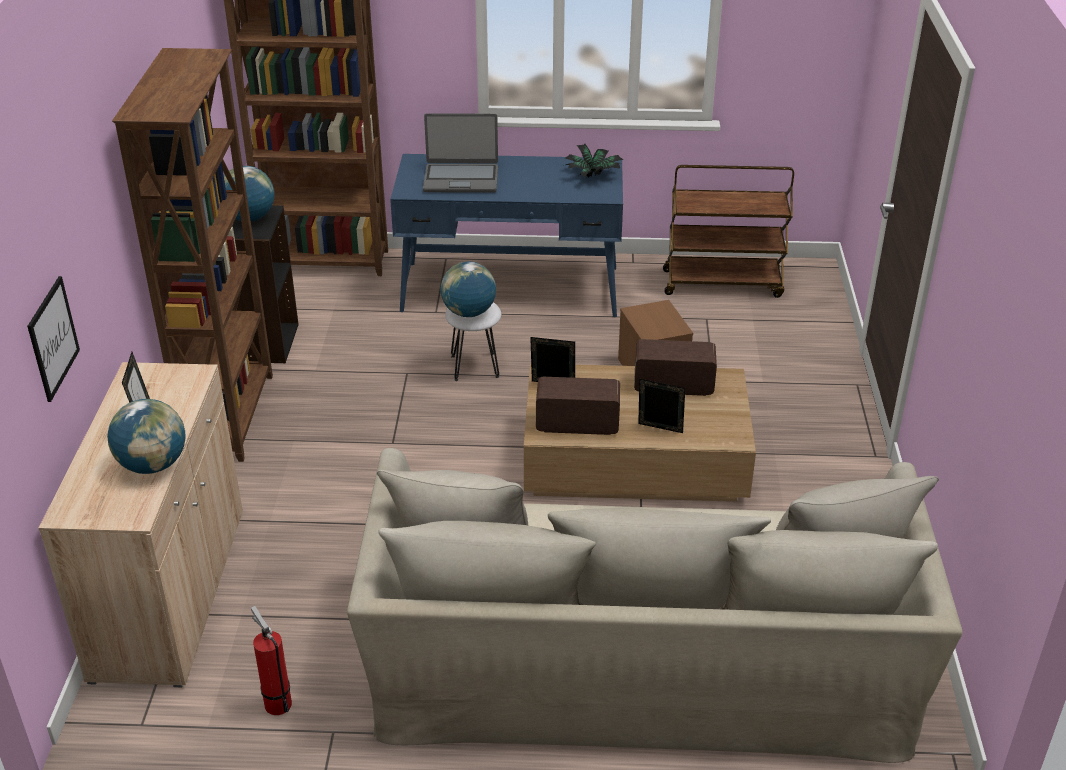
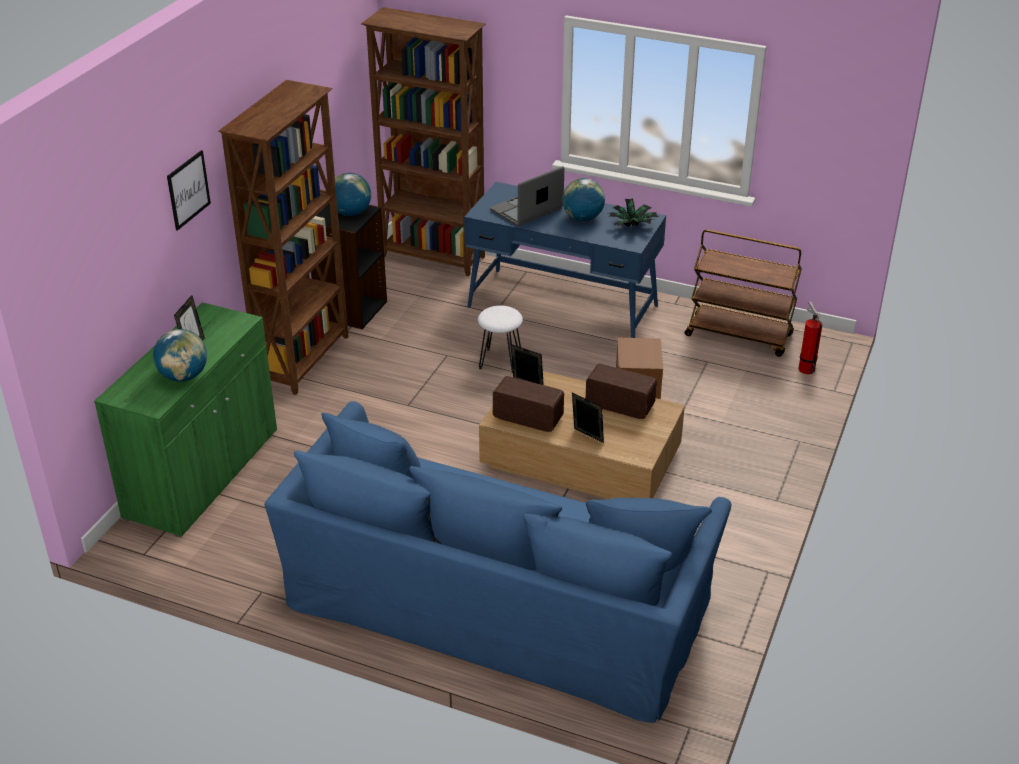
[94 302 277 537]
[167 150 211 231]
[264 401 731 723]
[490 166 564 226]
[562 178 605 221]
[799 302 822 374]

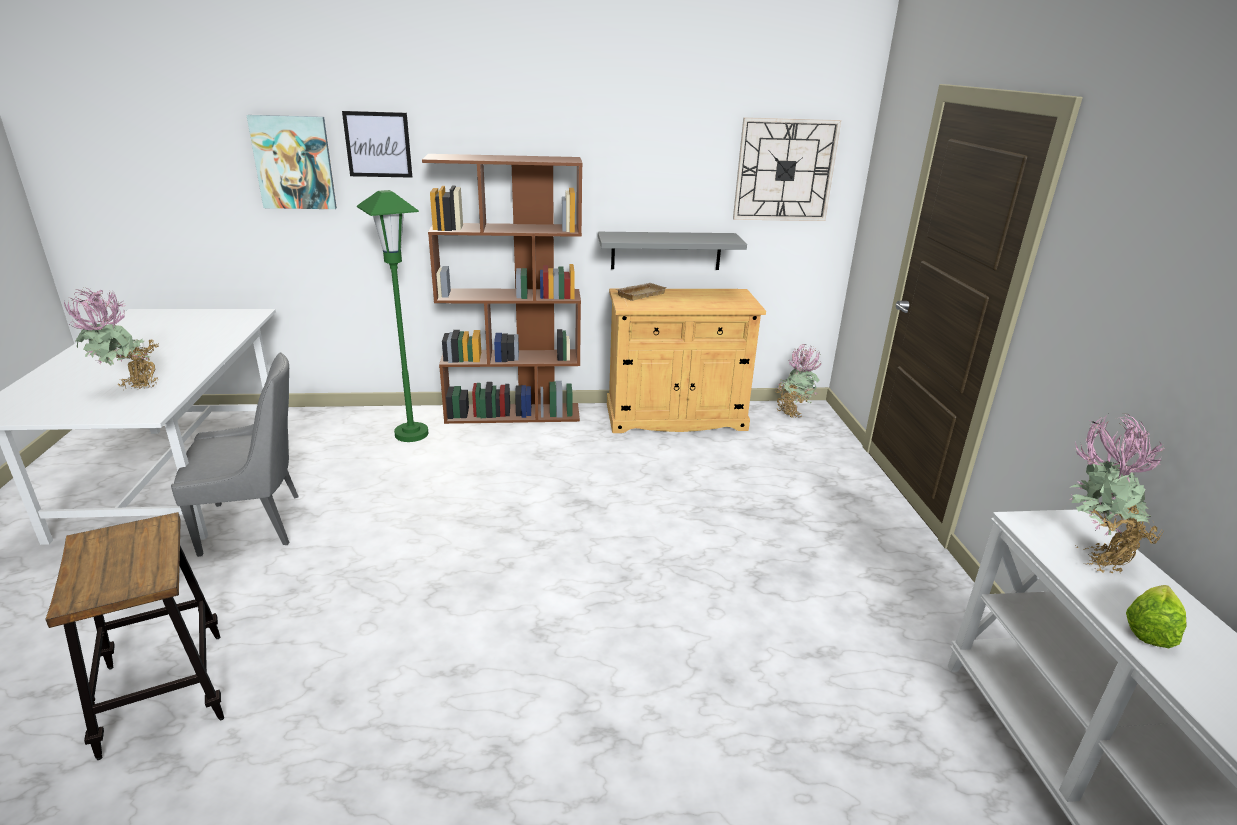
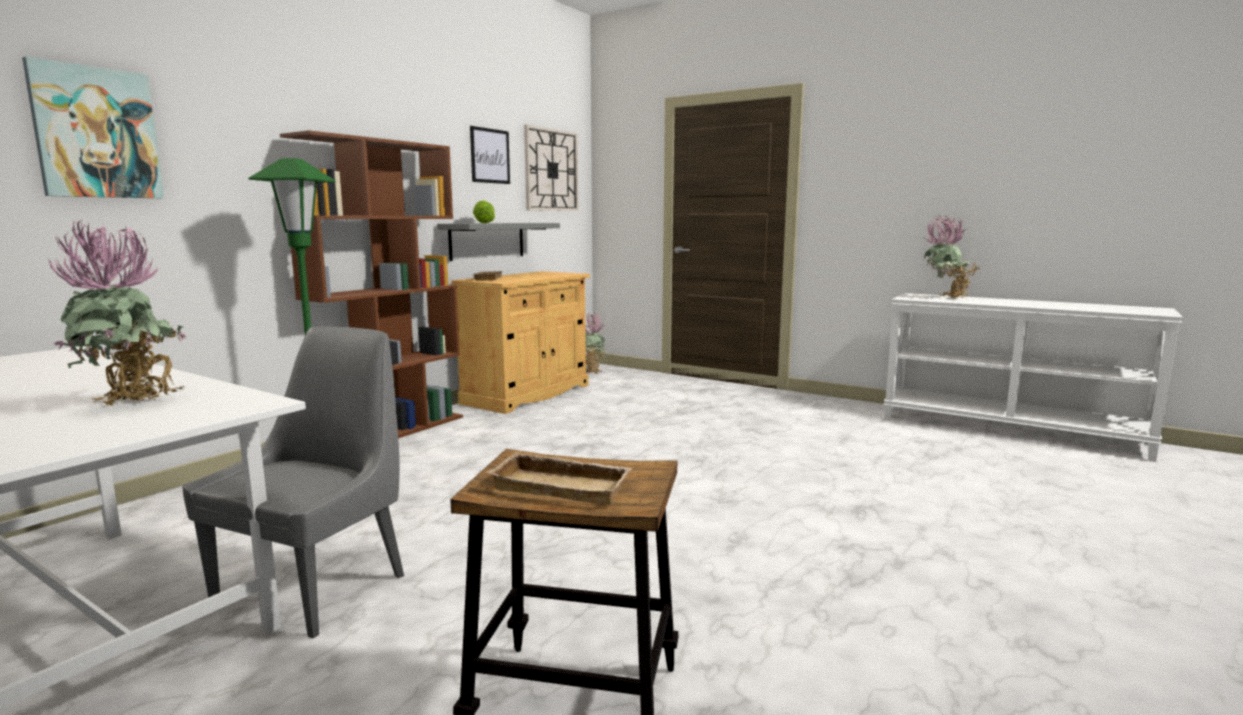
[470 126 510 184]
[473 200 495 223]
[486 452 633 505]

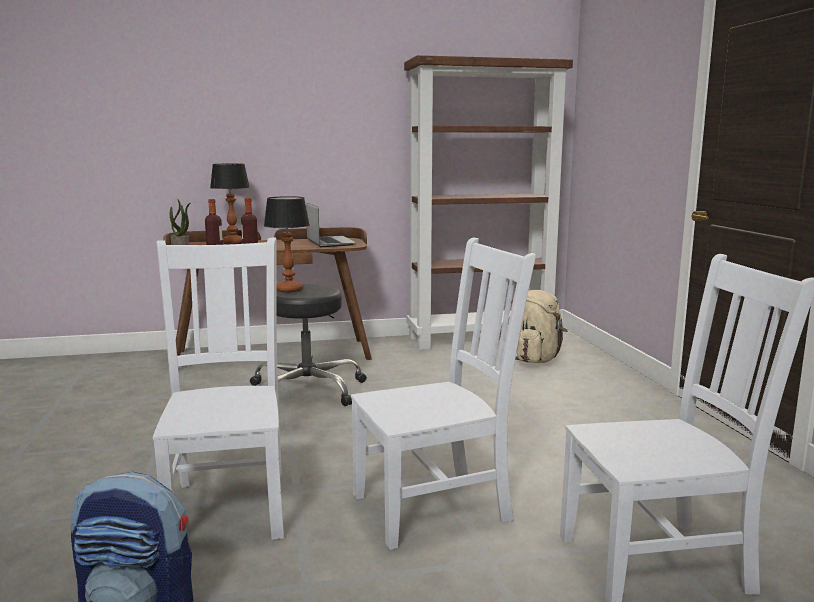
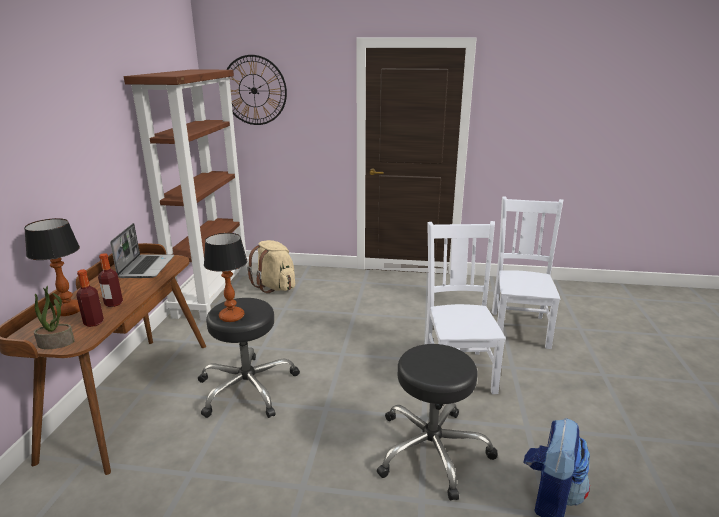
[110 223 174 278]
[226 55 287 125]
[377 344 498 500]

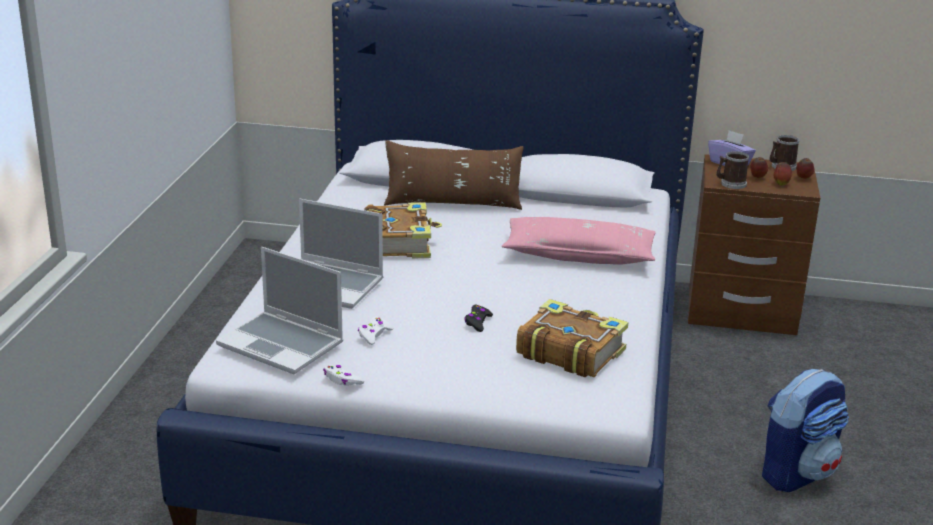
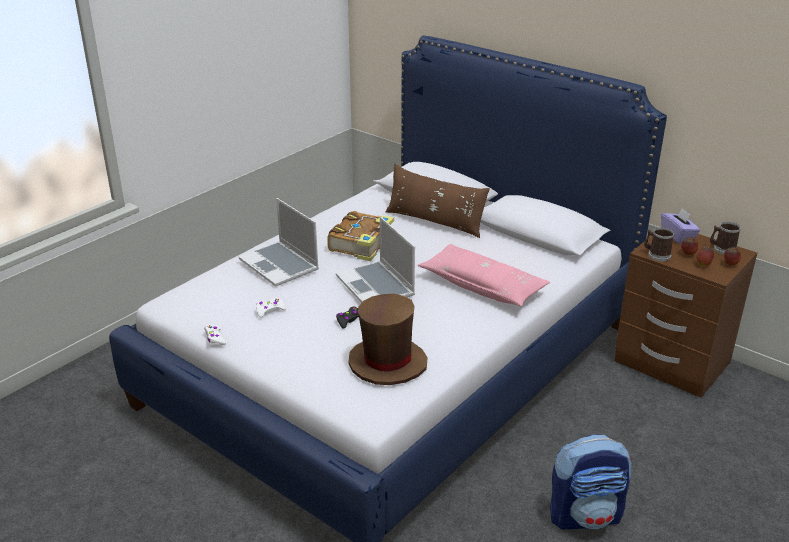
[336 217 415 303]
[349 294 427 385]

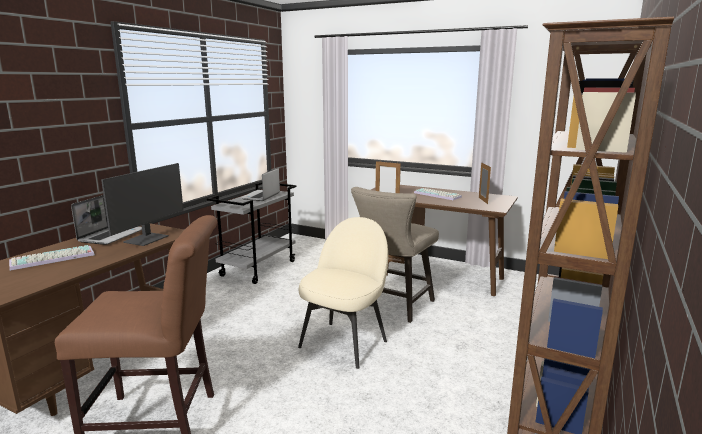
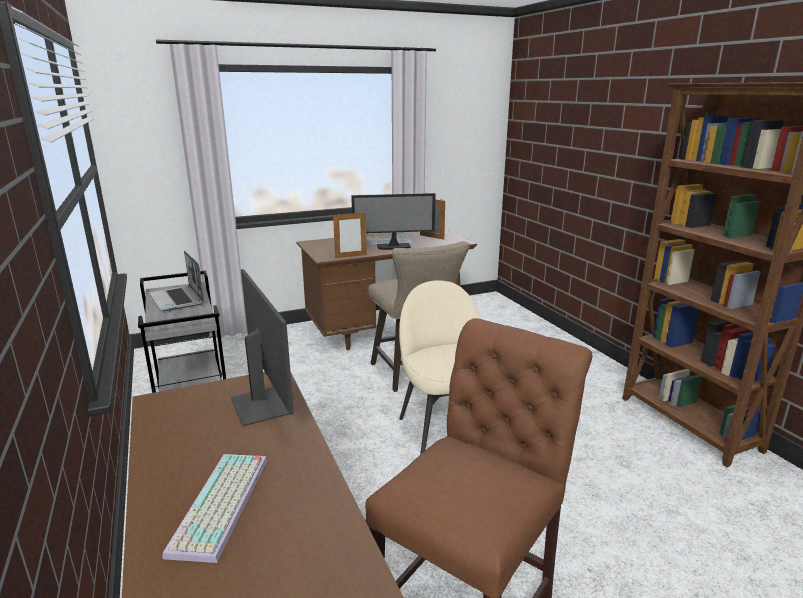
[351 193 436 250]
[71 195 142 245] (first image)

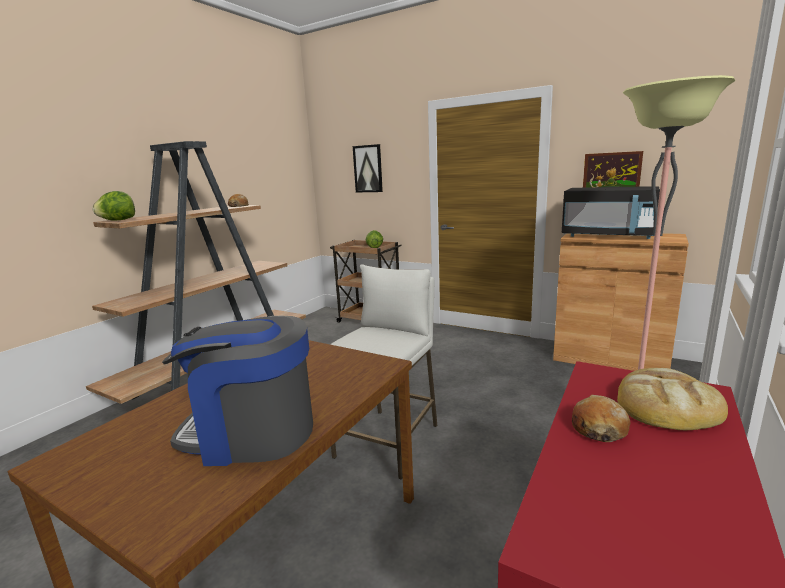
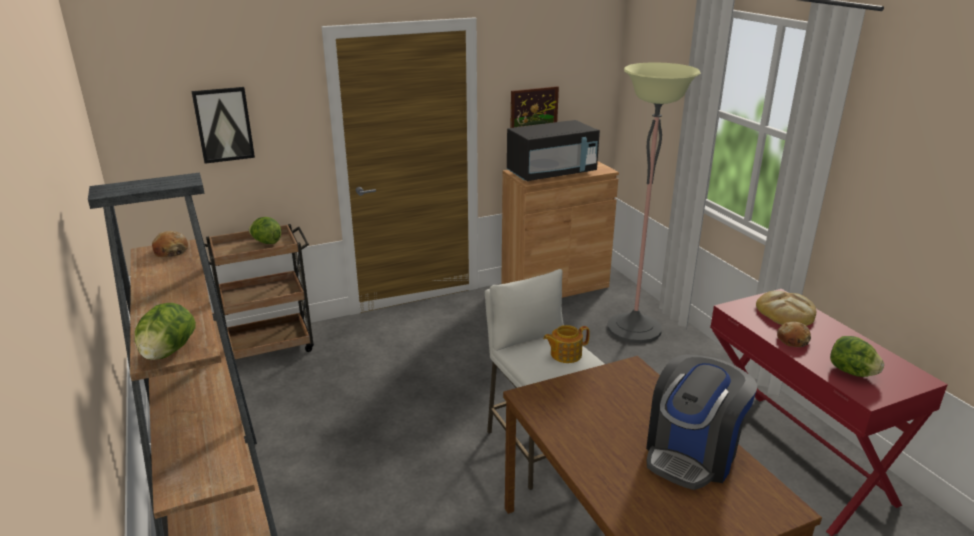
[543 325 590 363]
[830 336 884 377]

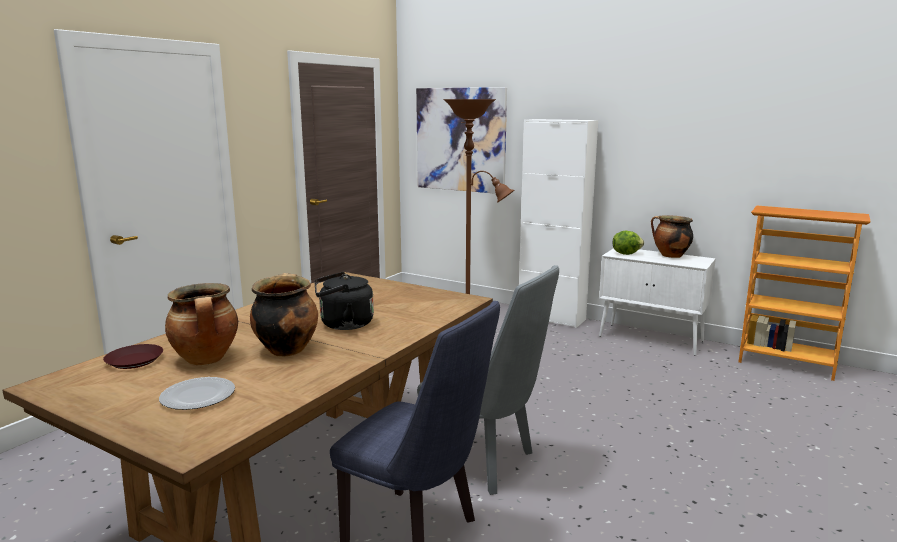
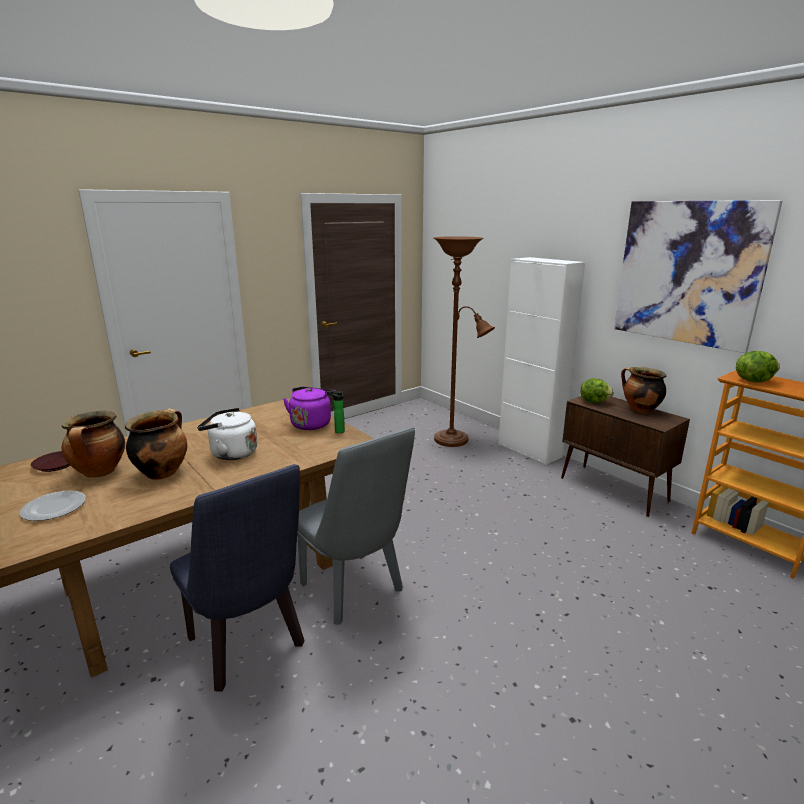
[197 408 257 460]
[283 387 336 430]
[329 391 345 433]
[561 396 690 517]
[614 200 783 353]
[736 351 780 383]

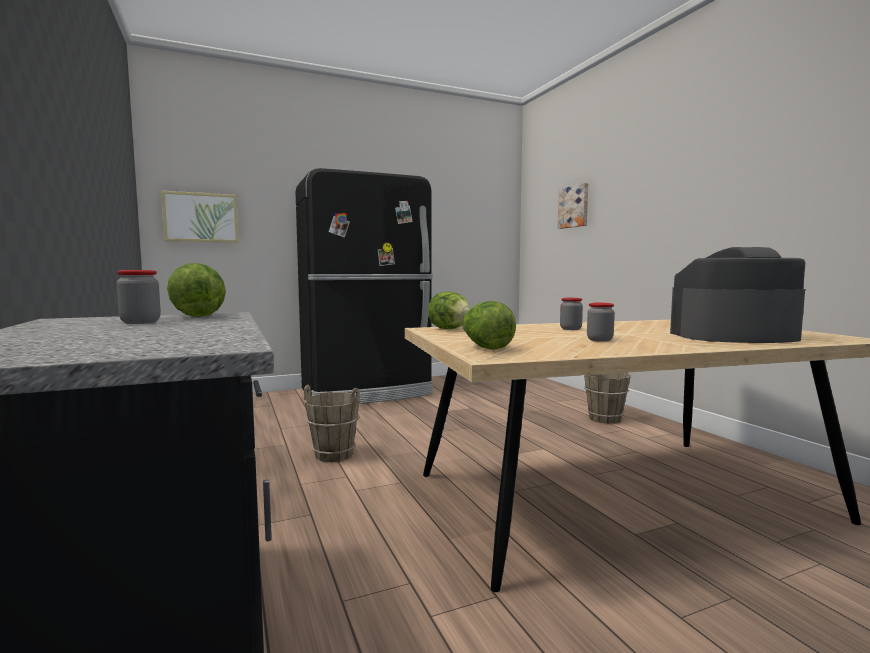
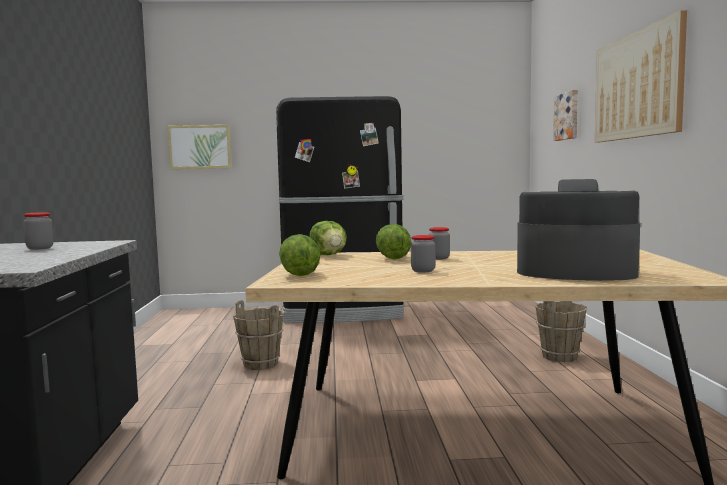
[376 224 411 260]
[595 10 687 143]

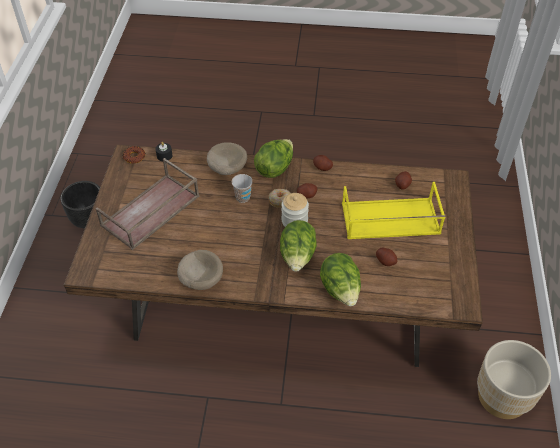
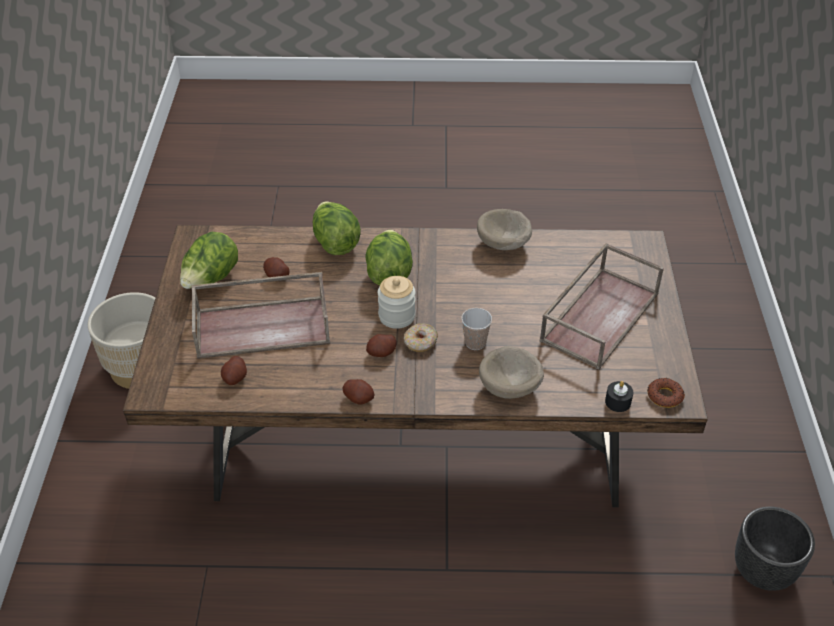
[180 232 238 289]
[191 272 330 359]

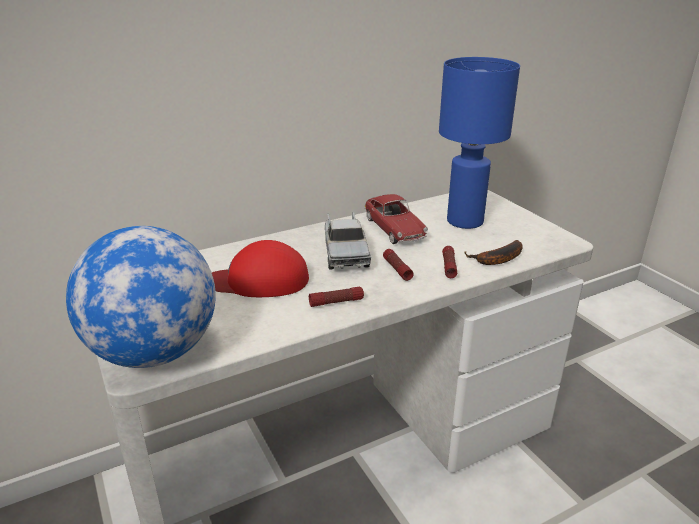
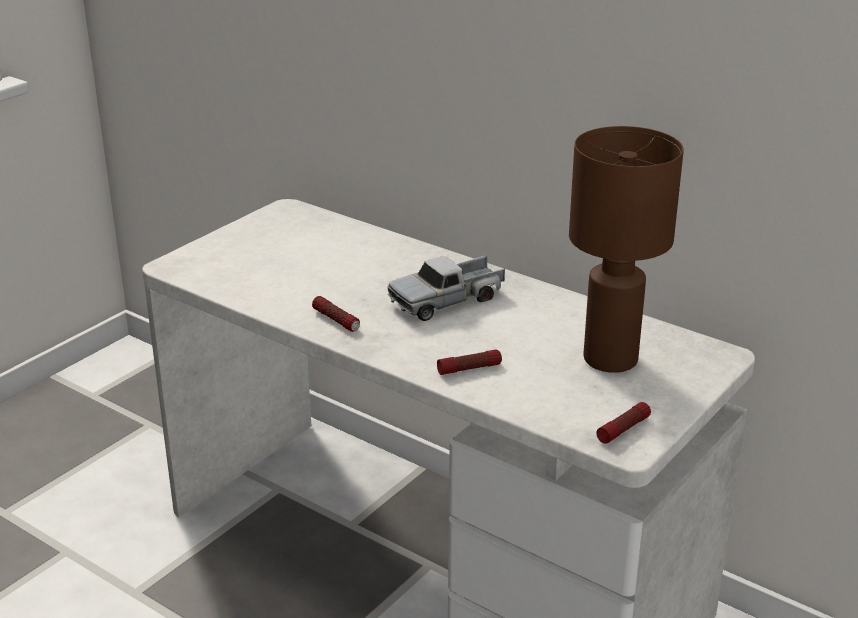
[569 126 684 373]
[596 402 651 444]
[66 226 216 368] (first image)
[212 240 309 297] (first image)
[364 194 428 244] (first image)
[464 240 523 265] (first image)

